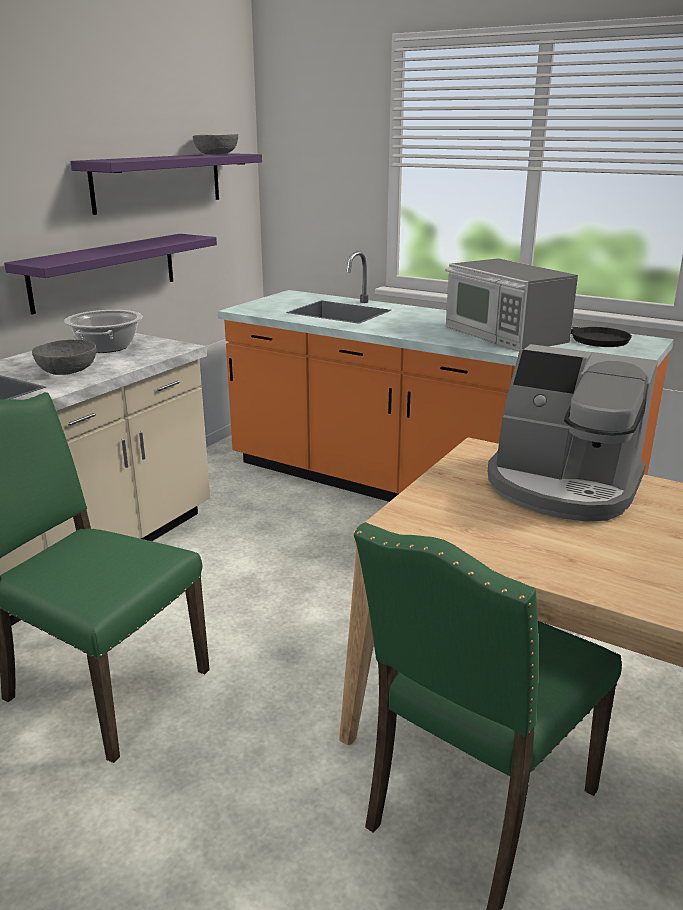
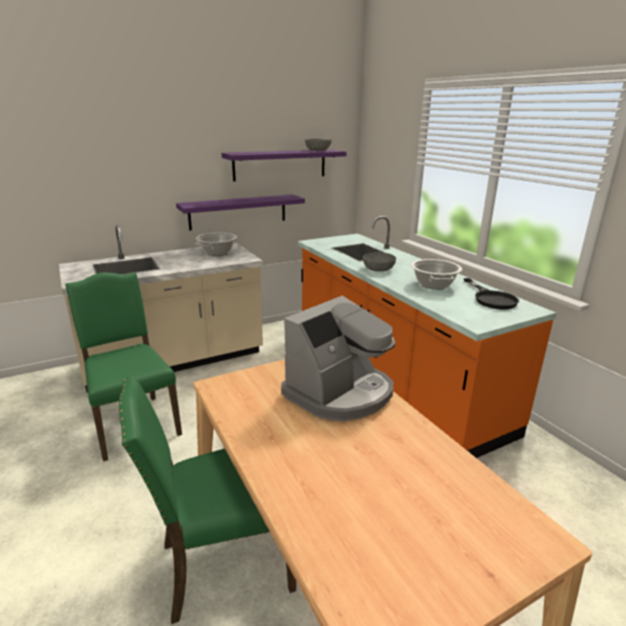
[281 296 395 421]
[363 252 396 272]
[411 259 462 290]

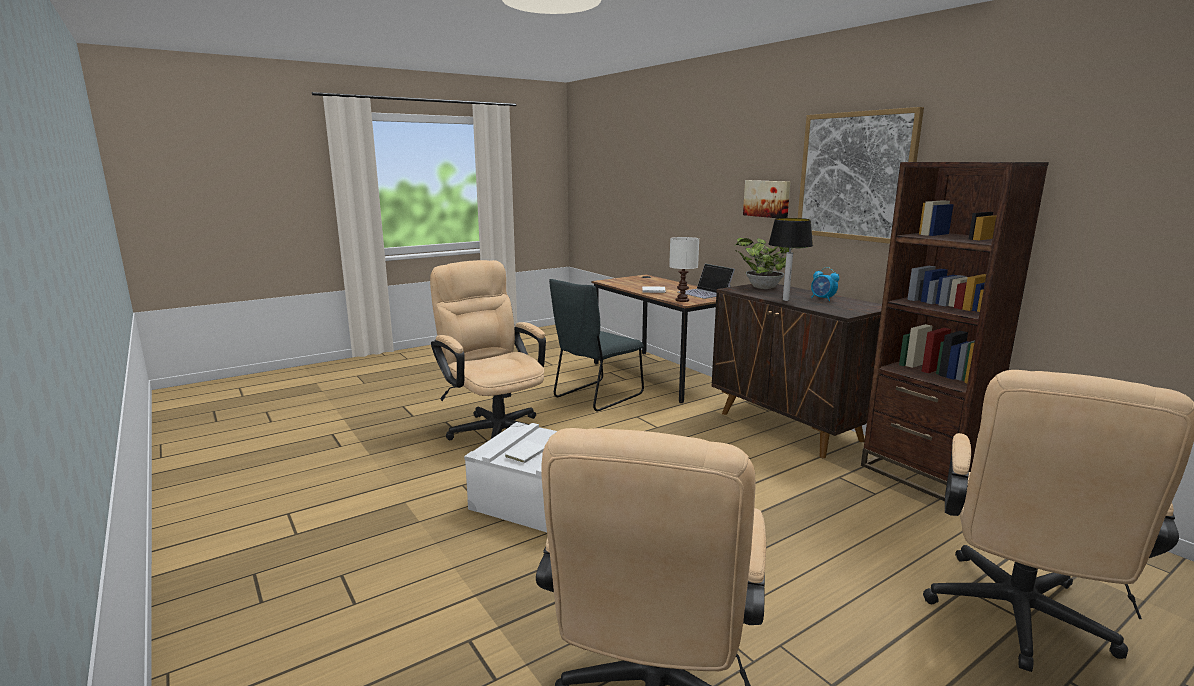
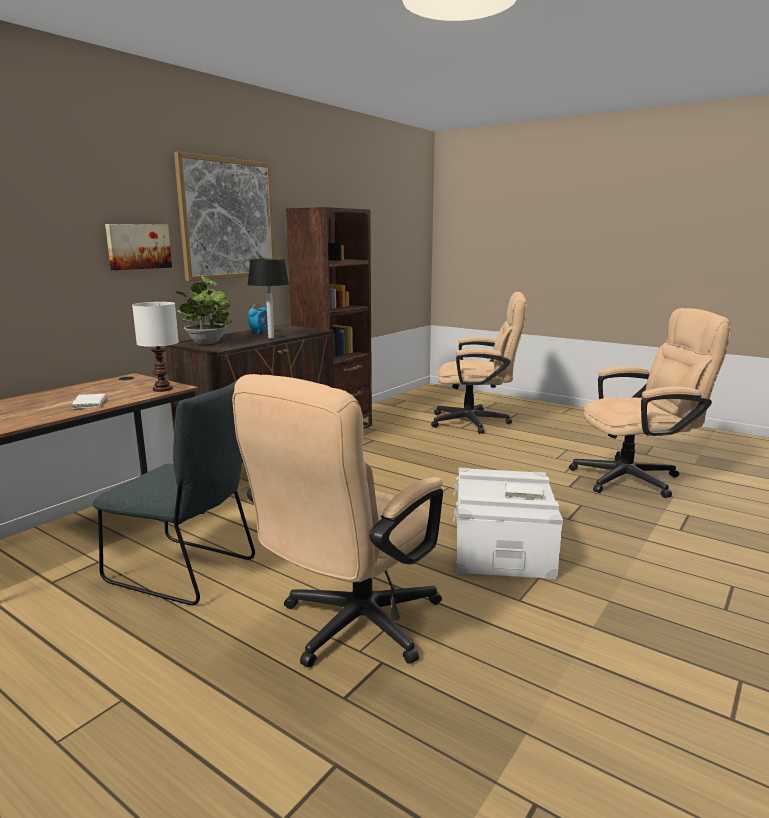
[678 264 735 299] (first image)

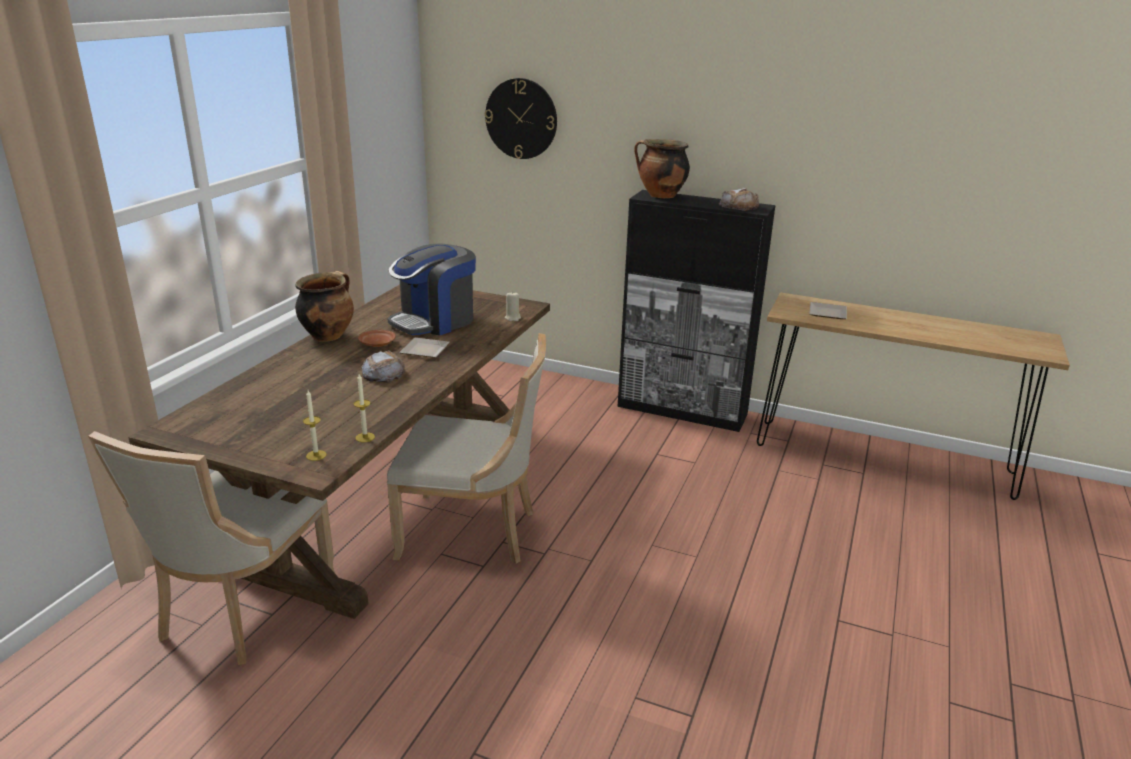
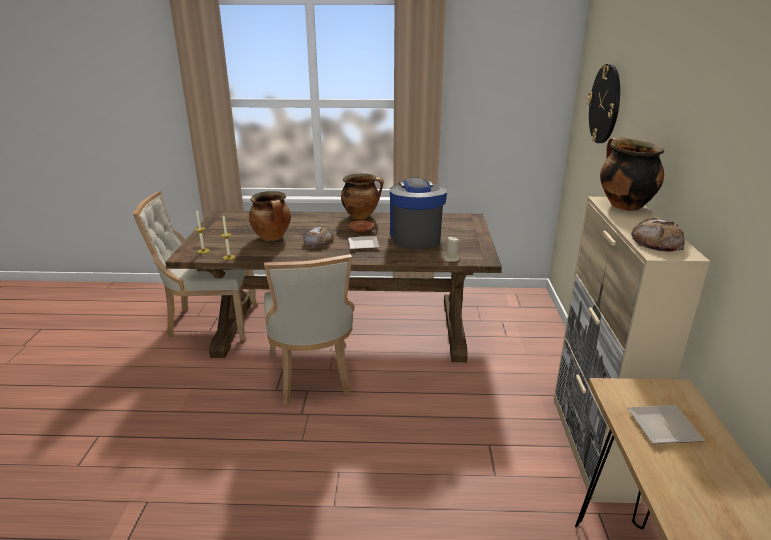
[249 191 291 241]
[390 177 447 249]
[554 197 710 503]

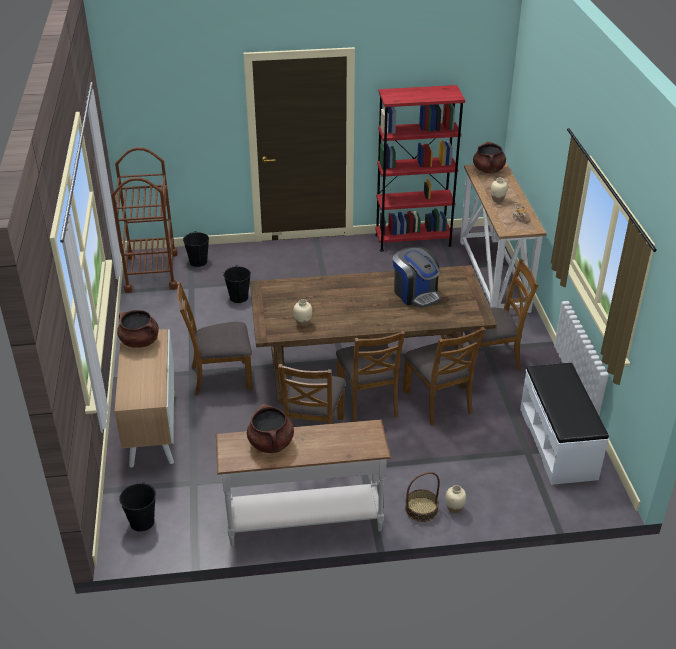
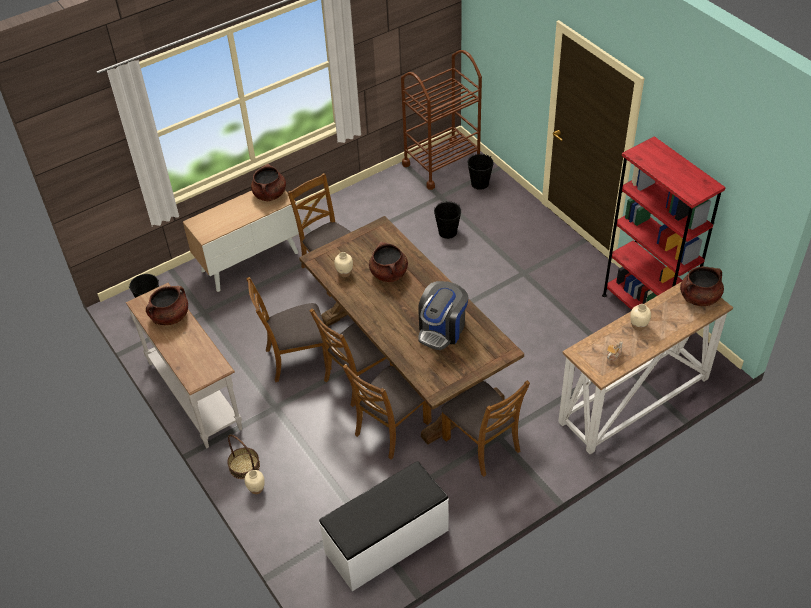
[369 242 408 282]

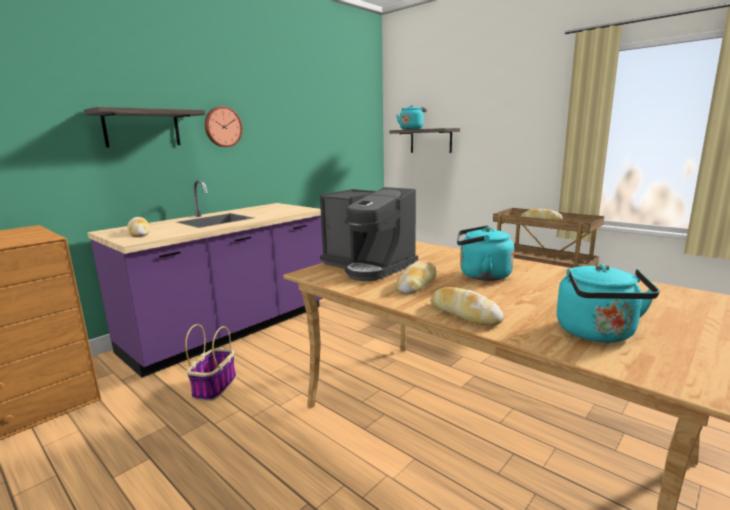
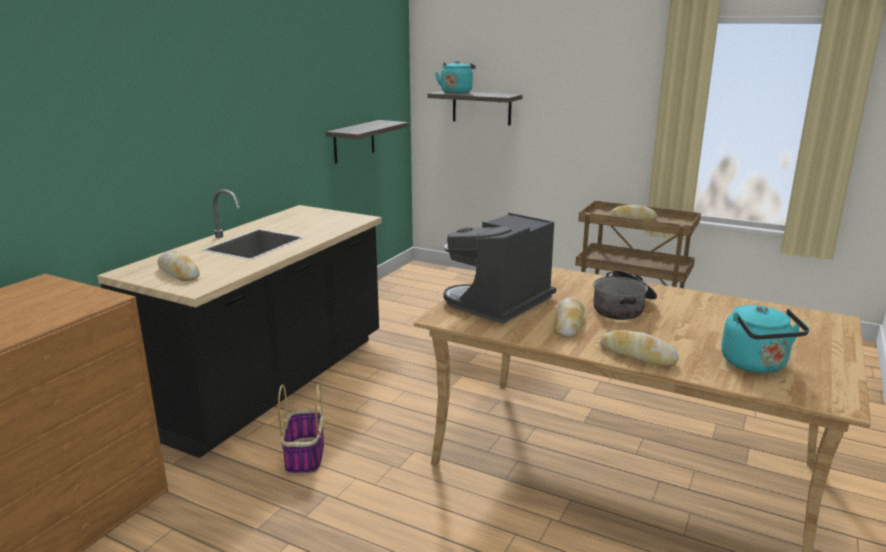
[97 189 382 458]
[326 120 409 164]
[444 213 556 324]
[593 270 657 320]
[205 106 243 147] (first image)

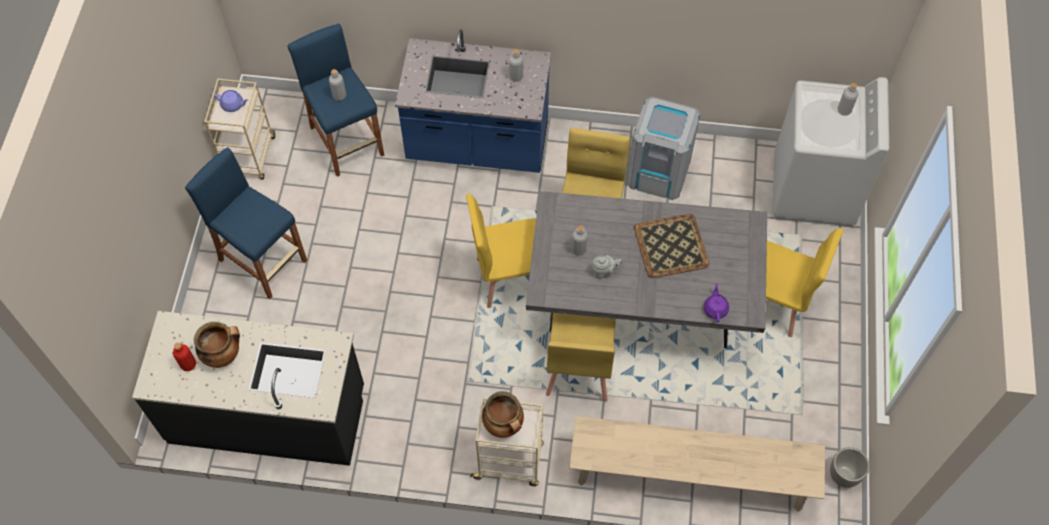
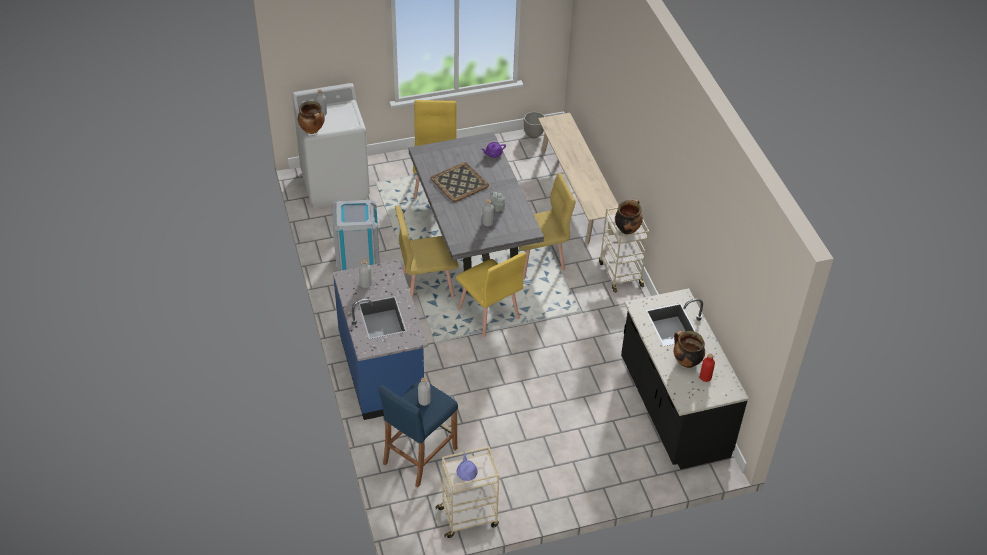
[298 101 325 134]
[185 147 307 299] (first image)

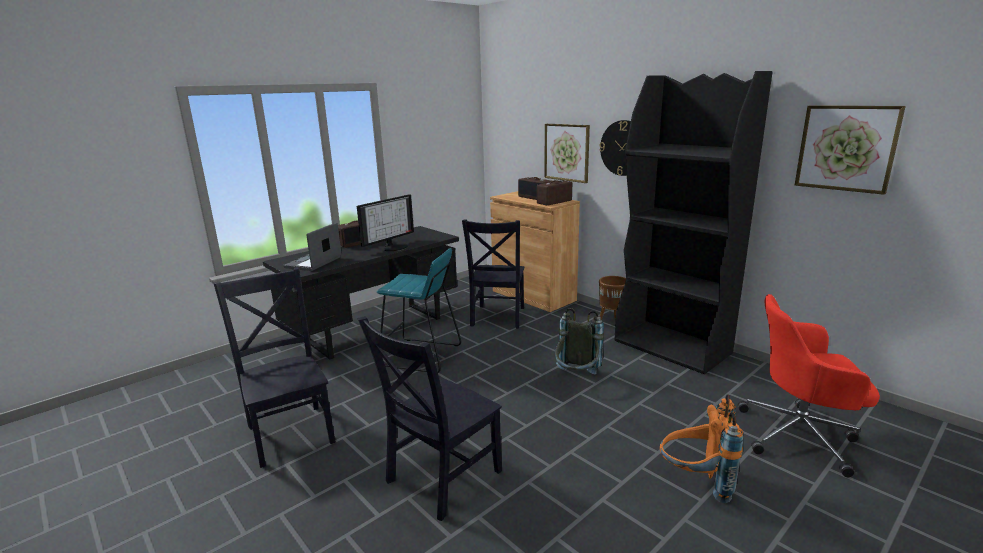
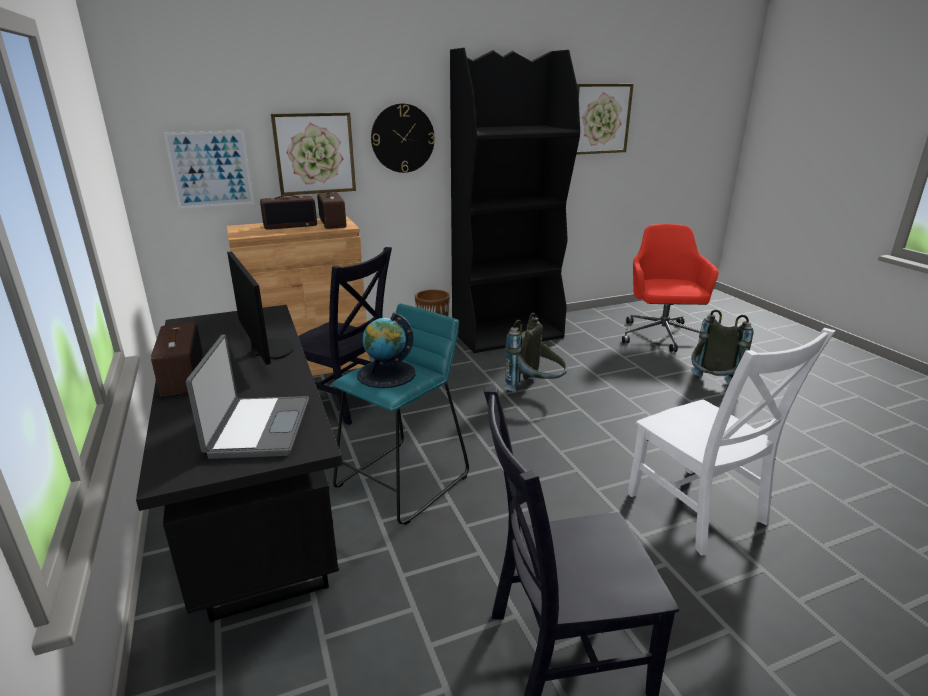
[164 130 254 209]
[186 335 309 459]
[357 313 416 388]
[622 224 719 352]
[628 328 836 556]
[691 309 754 384]

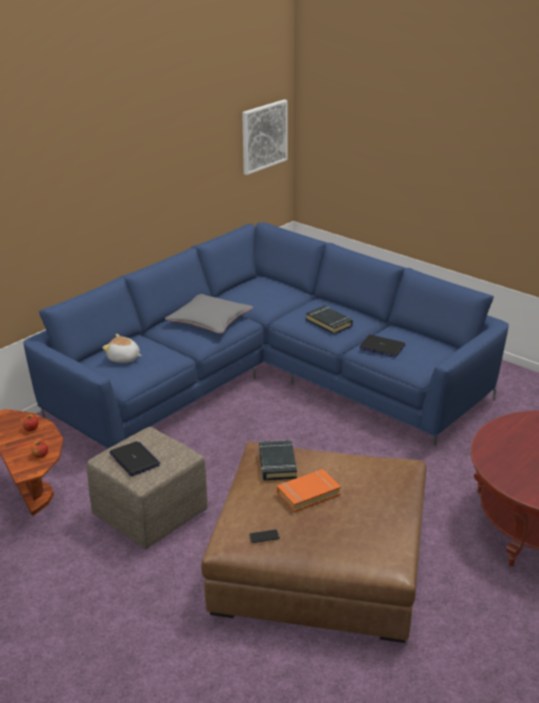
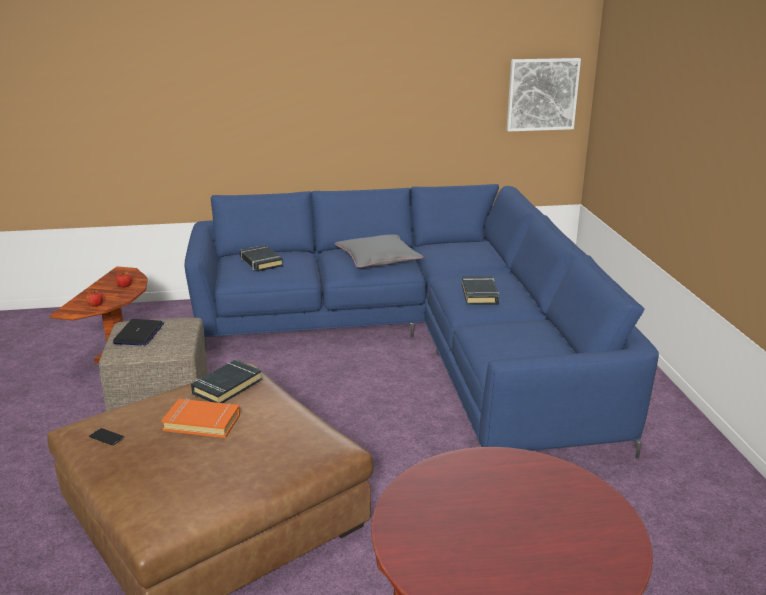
[240 245 283 272]
[359 335 406 357] (first image)

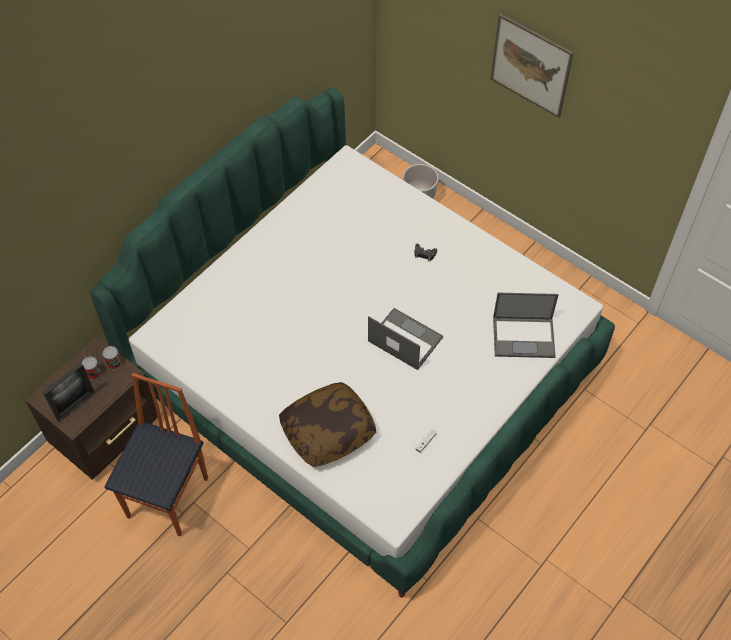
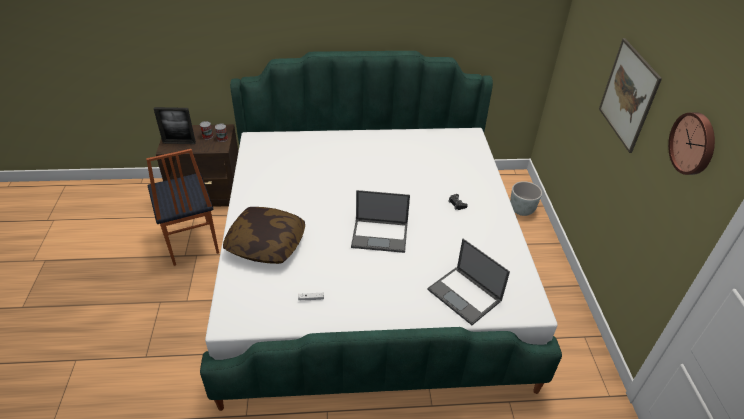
[146 149 219 266]
[351 190 410 253]
[668 112 715 175]

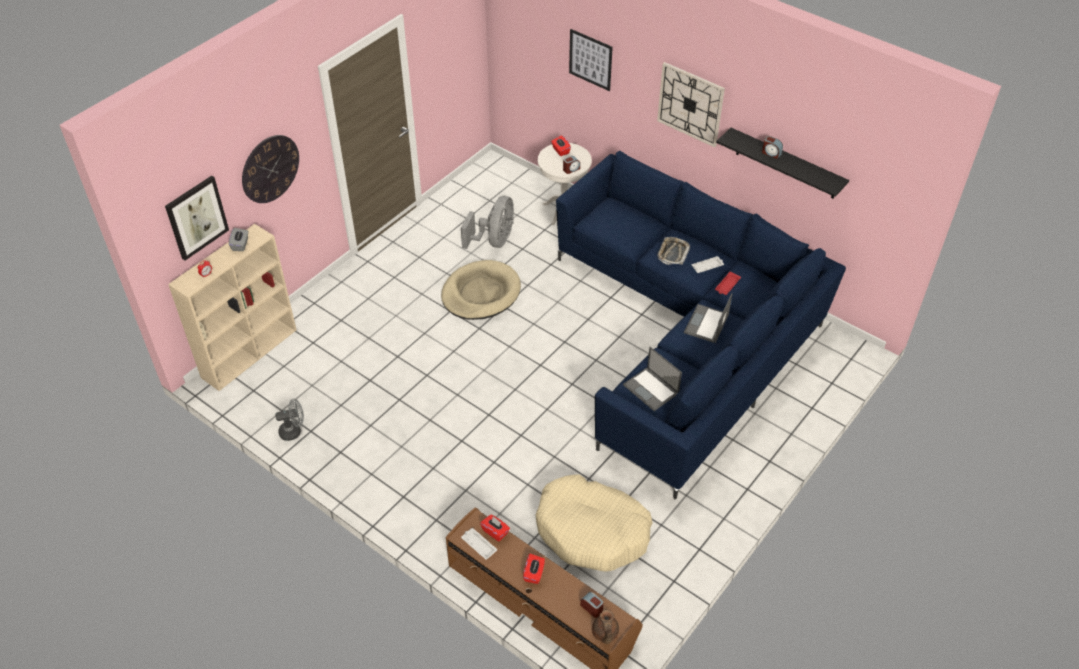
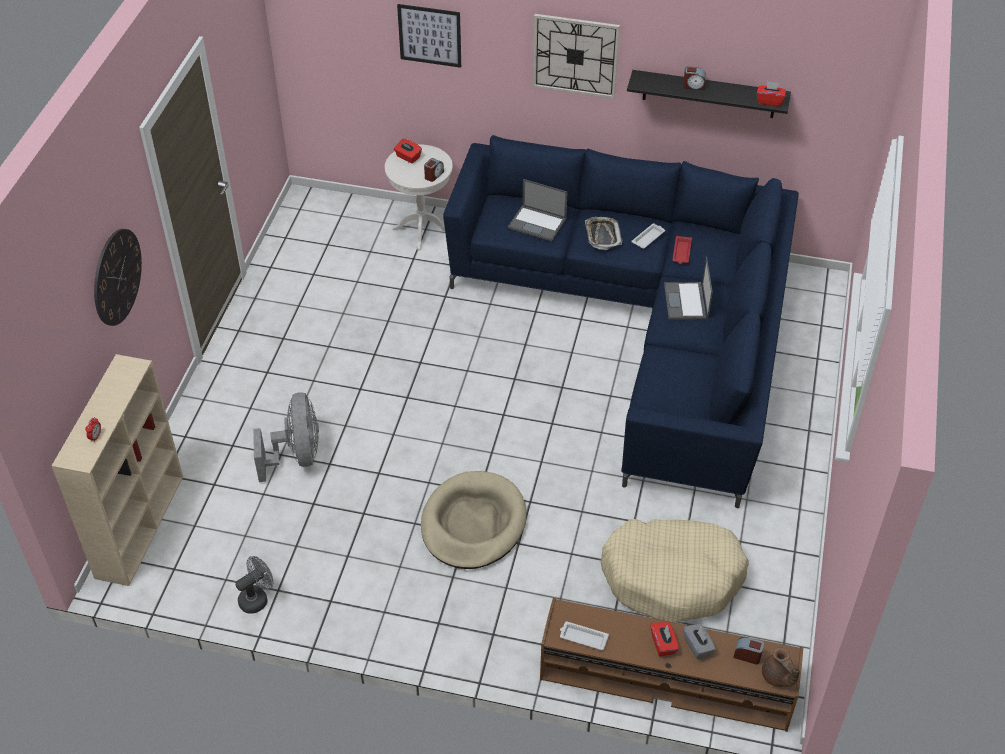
[253 392 319 482]
[421 471 527 569]
[508 179 568 242]
[683 624 716 659]
[757 81 786 107]
[165 176 229 260] (first image)

